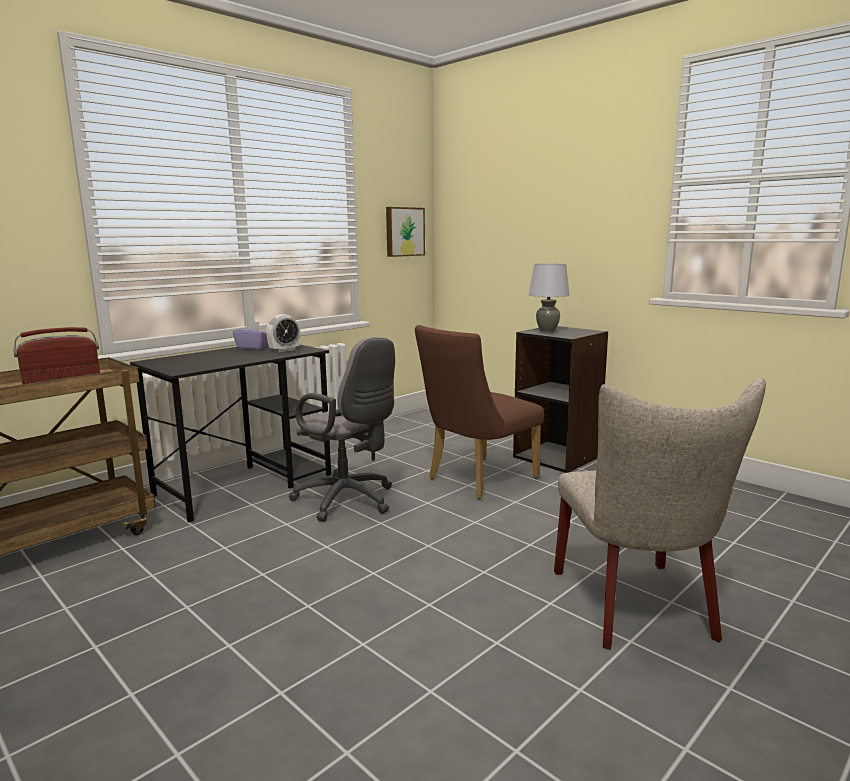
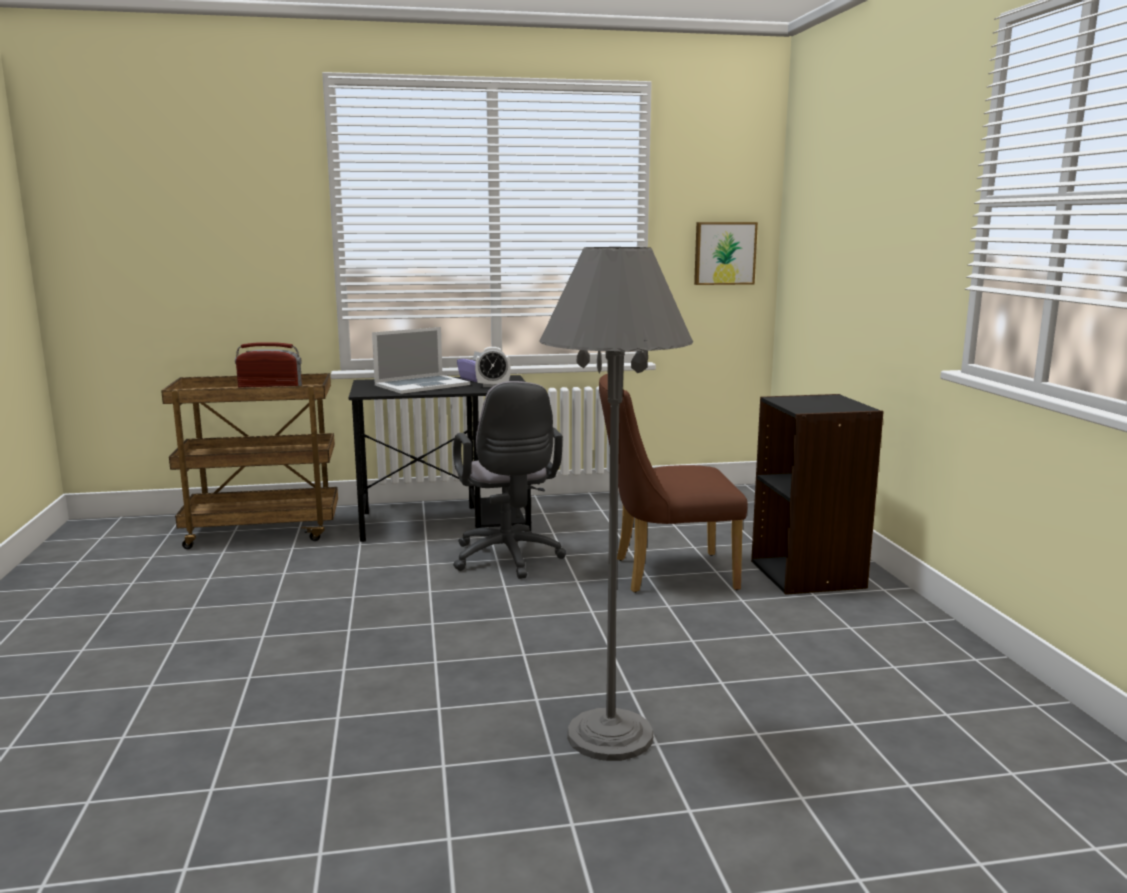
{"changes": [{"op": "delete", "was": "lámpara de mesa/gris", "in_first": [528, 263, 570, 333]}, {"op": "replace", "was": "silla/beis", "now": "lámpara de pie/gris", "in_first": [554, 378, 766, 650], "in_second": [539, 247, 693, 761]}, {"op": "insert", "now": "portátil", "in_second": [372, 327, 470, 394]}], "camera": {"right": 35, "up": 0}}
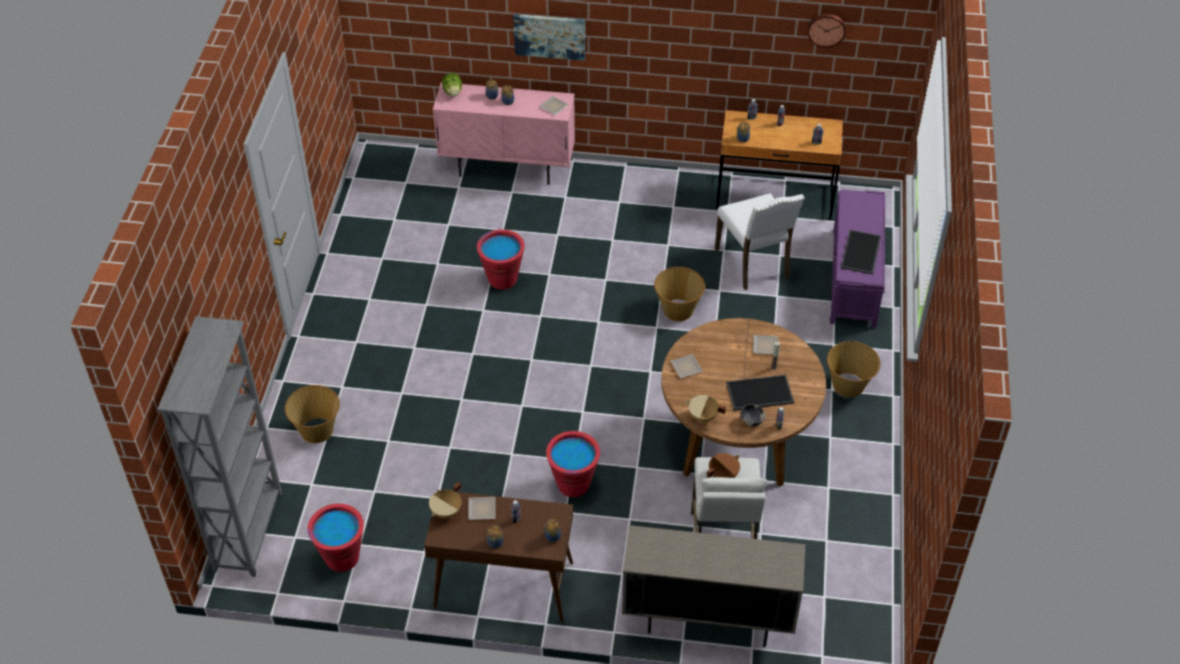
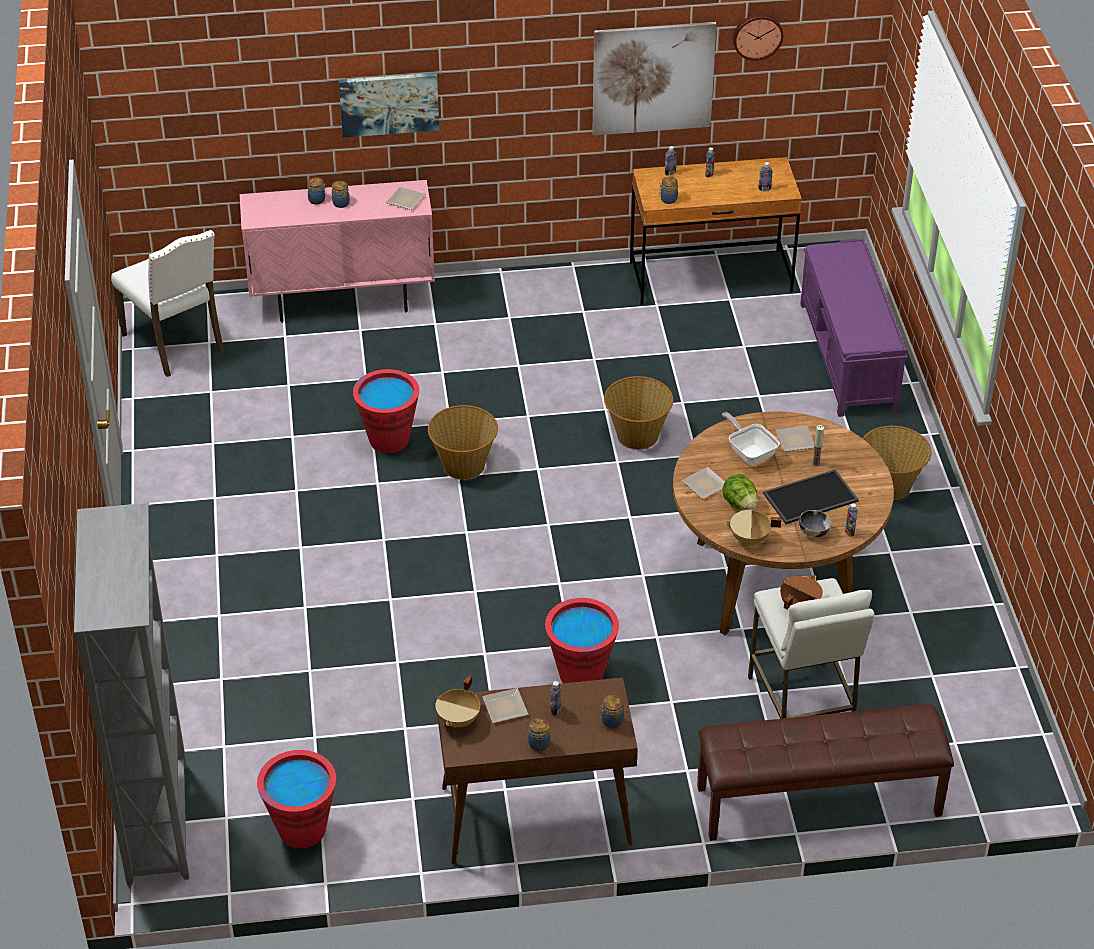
{"changes": [{"op": "move", "was": "cesta", "in_first": [285, 385, 340, 443], "in_second": [428, 405, 498, 480]}, {"op": "move", "was": "lechuga", "in_first": [442, 73, 462, 97], "in_second": [722, 474, 758, 511]}, {"op": "replace", "was": "armario/beis", "now": "banco/marrón", "in_first": [622, 525, 805, 647], "in_second": [697, 704, 954, 841]}, {"op": "move", "was": "silla/blanco", "in_first": [715, 193, 804, 290], "in_second": [111, 230, 225, 377]}, {"op": "delete", "was": "bandeja", "in_first": [841, 230, 881, 274]}, {"op": "insert", "now": "cuadro", "in_second": [592, 22, 717, 136]}, {"op": "insert", "now": "sartén", "in_second": [722, 412, 780, 465]}], "camera": {"right": -15, "up": -5}}
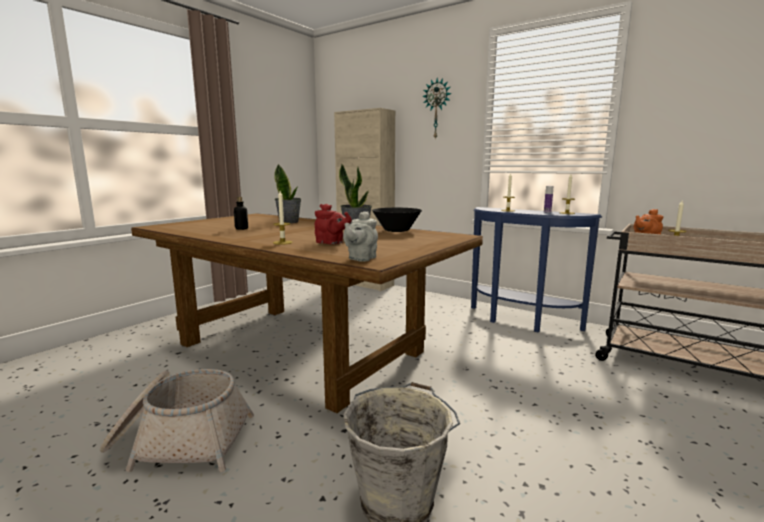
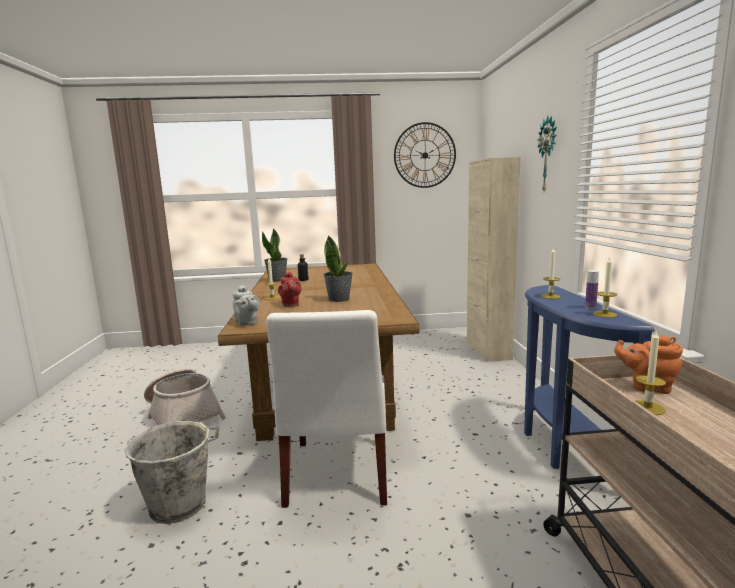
{"changes": [{"op": "move", "was": "planta en maceta", "in_first": [274, 164, 302, 223], "in_second": [262, 229, 287, 282]}, {"op": "rotate", "was": "tetera/gris", "in_first": [343, 211, 378, 262], "in_second": [233, 285, 260, 325], "clockwise": -105}, {"op": "delete", "was": "cuenco/negro", "in_first": [372, 208, 422, 232]}, {"op": "insert", "now": "silla/blanco", "in_second": [266, 310, 387, 508]}, {"op": "insert", "now": "reloj de pared", "in_second": [394, 122, 456, 188]}], "camera": {"right": 50, "up": 0}}
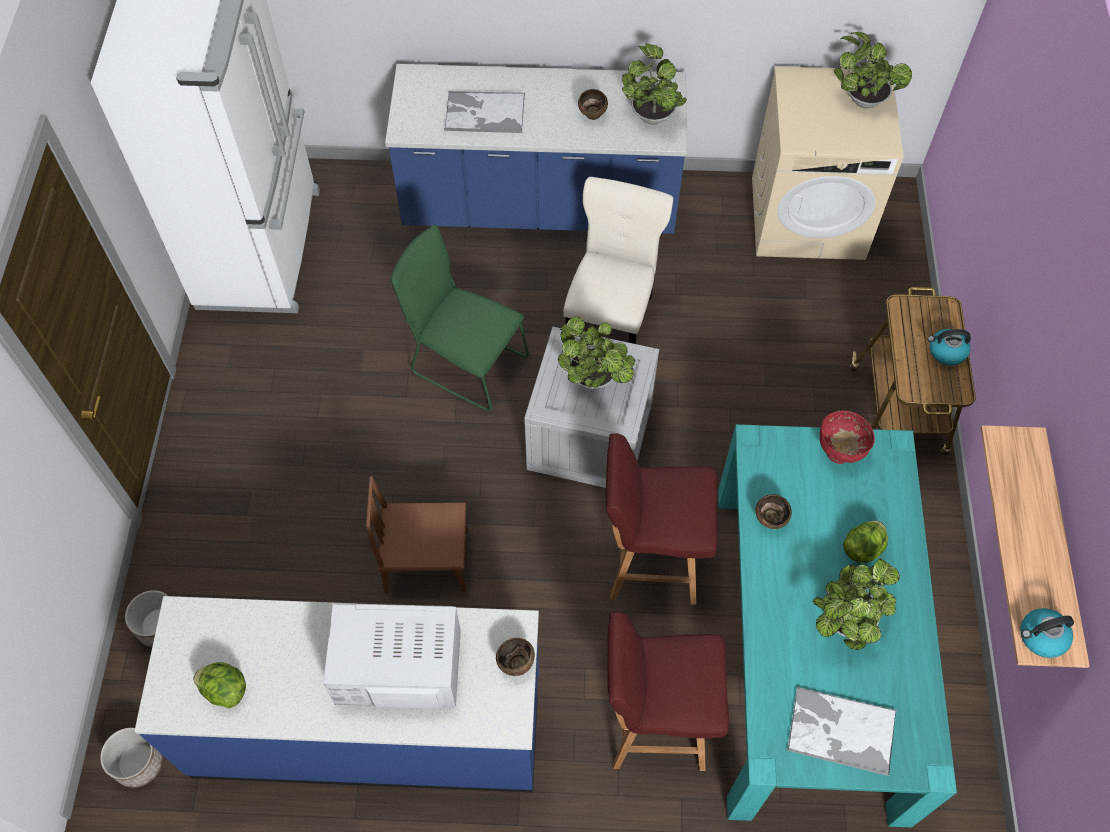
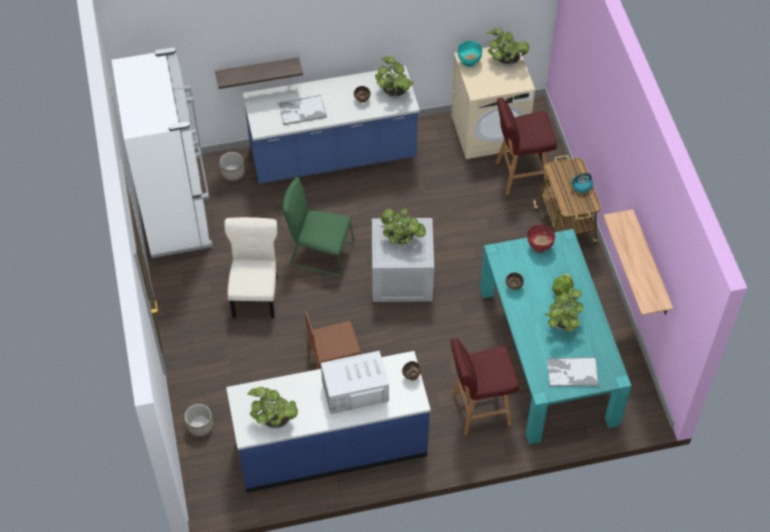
{"changes": [{"op": "move", "was": "maceta", "in_first": [100, 728, 163, 788], "in_second": [220, 152, 245, 181]}, {"op": "replace", "was": "lechuga", "now": "planta en maceta", "in_first": [193, 662, 246, 708], "in_second": [247, 387, 298, 429]}, {"op": "move", "was": "silla/beis", "in_first": [563, 177, 673, 344], "in_second": [224, 217, 277, 319]}, {"op": "move", "was": "taburete/rojo", "in_first": [605, 433, 718, 605], "in_second": [496, 98, 557, 195]}, {"op": "delete", "was": "hervidor", "in_first": [1021, 608, 1074, 658]}, {"op": "insert", "now": "estante", "in_second": [215, 57, 303, 89]}, {"op": "insert", "now": "cuenco/turquesa", "in_second": [458, 41, 483, 67]}], "camera": {"right": -15, "up": -5}}
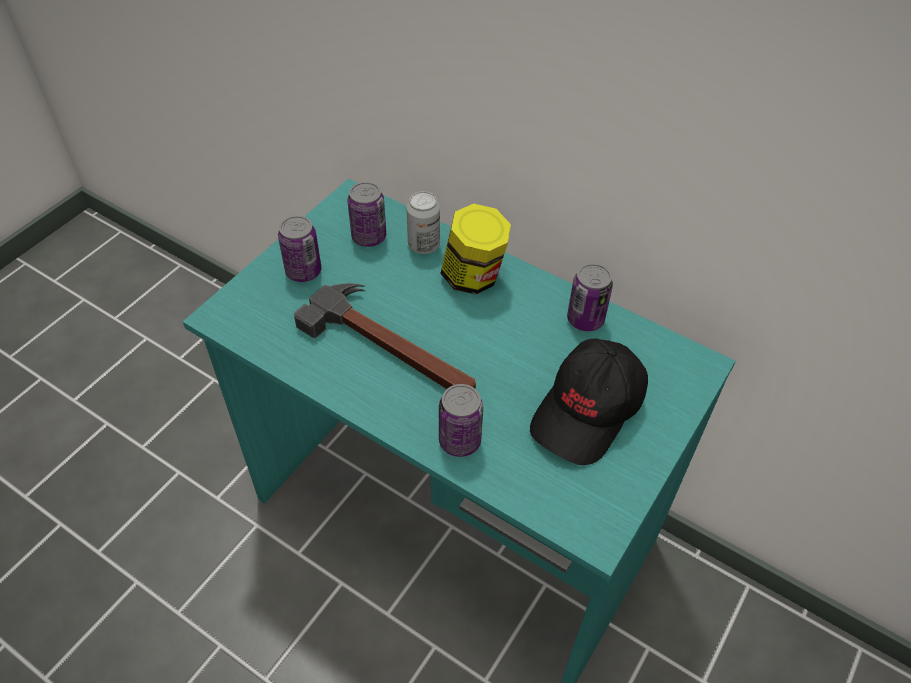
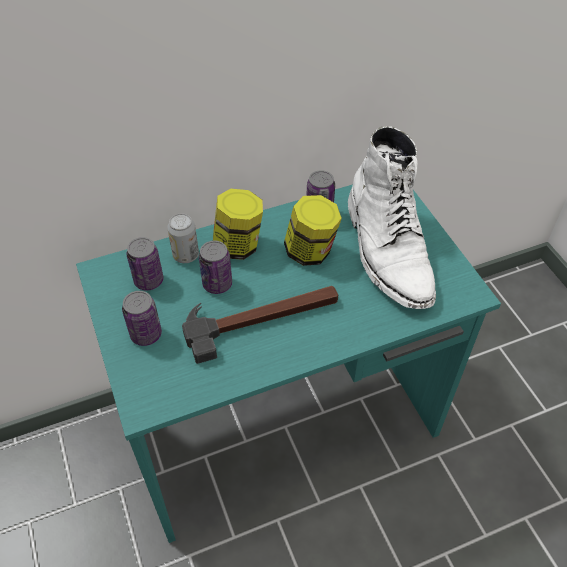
{"changes": [{"op": "move", "was": "lata", "in_first": [439, 384, 483, 457], "in_second": [199, 241, 232, 294]}, {"op": "replace", "was": "gorra/negro", "now": "bota/blanco", "in_first": [530, 339, 648, 465], "in_second": [348, 126, 436, 309]}, {"op": "insert", "now": "tarro", "in_second": [284, 195, 342, 266]}], "camera": {"right": -55, "up": 0}}
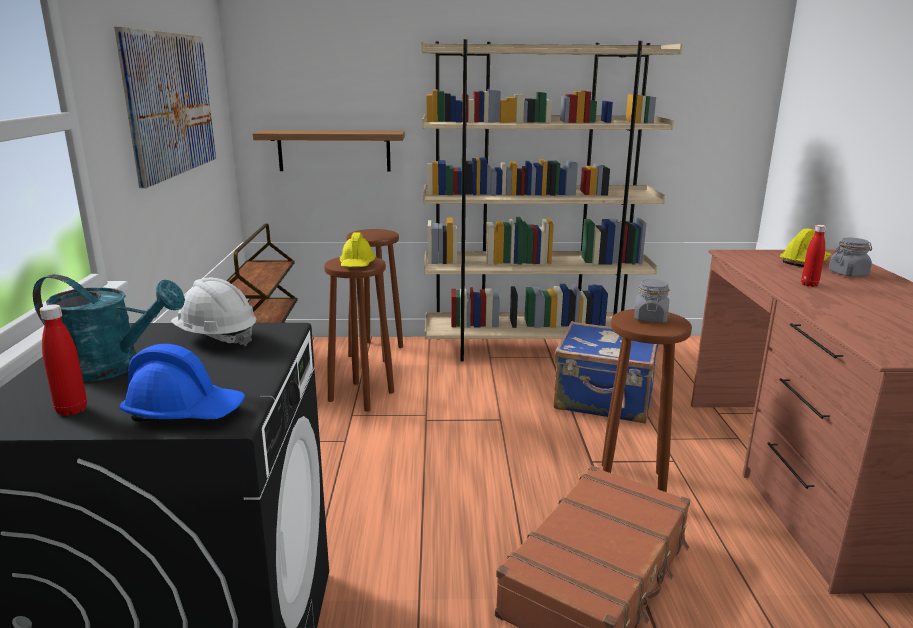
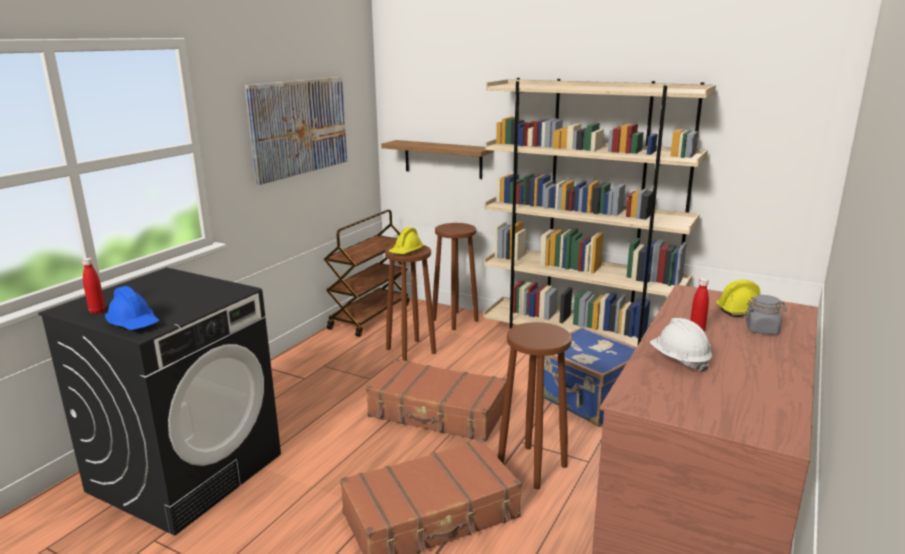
{"changes": [{"op": "delete", "was": "regadera/turquesa", "in_first": [33, 274, 185, 382]}, {"op": "move", "was": "casco/blanco", "in_first": [171, 278, 256, 346], "in_second": [650, 318, 712, 372]}, {"op": "delete", "was": "tarro/gris", "in_first": [634, 279, 670, 323]}, {"op": "insert", "now": "maleta/marrón", "in_second": [366, 359, 507, 442]}], "camera": {"right": 30, "up": 0}}
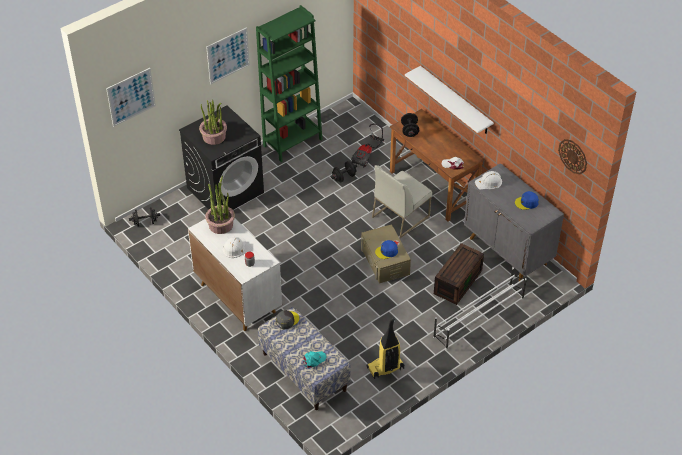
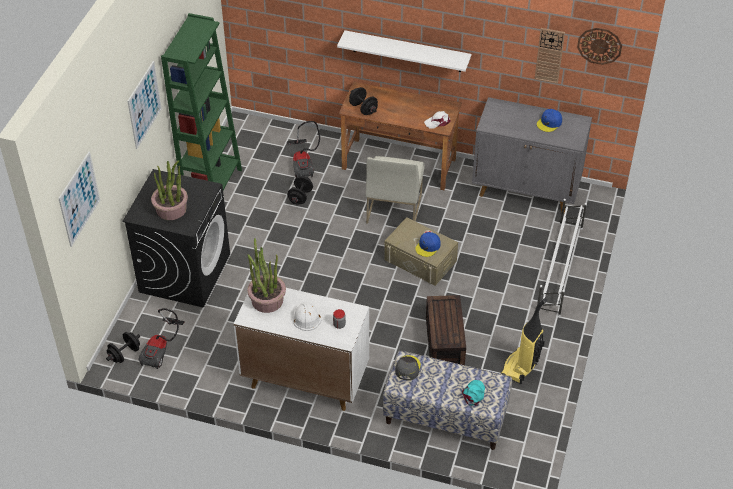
{"changes": [{"op": "move", "was": "caja de almacenaje/marrón", "in_first": [434, 243, 484, 305], "in_second": [426, 295, 466, 365]}, {"op": "delete", "was": "casco/blanco", "in_first": [475, 171, 502, 190]}, {"op": "insert", "now": "aspiradora", "in_second": [138, 308, 184, 369]}, {"op": "insert", "now": "reloj de pared", "in_second": [535, 28, 565, 84]}], "camera": {"right": -35, "up": 0}}
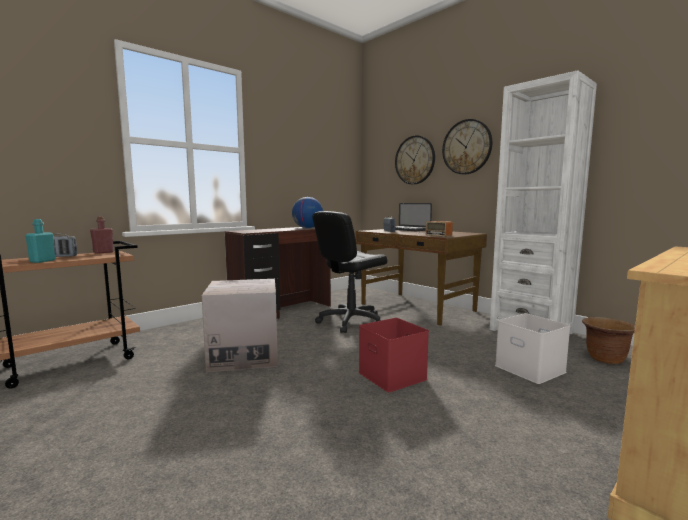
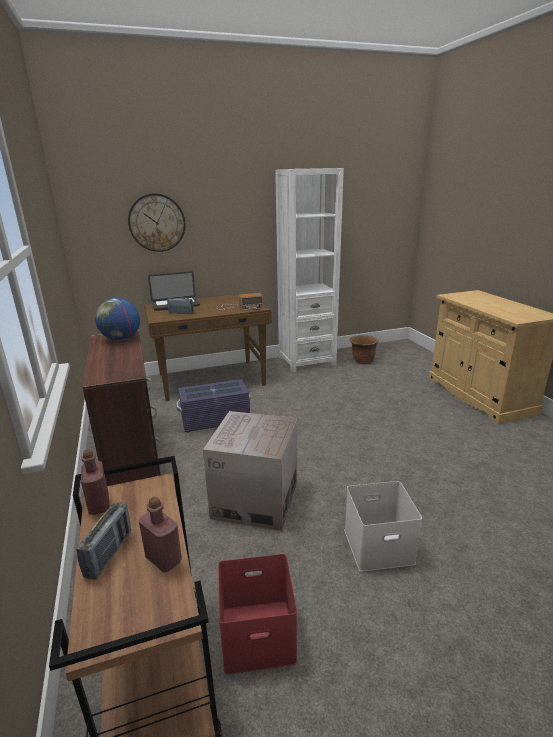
{"changes": [{"op": "recolor", "was": "botella/turquesa", "now": "botella/rojo", "in_first": [25, 219, 55, 263], "in_second": [139, 497, 182, 572]}, {"op": "replace", "was": "silla de oficina/negro", "now": "caja de almacenaje/morado", "in_first": [312, 211, 387, 333], "in_second": [176, 379, 251, 432]}, {"op": "move", "was": "caja de almacenaje/rojo", "in_first": [359, 318, 429, 392], "in_second": [218, 554, 297, 675]}, {"op": "delete", "was": "reloj de pared", "in_first": [442, 119, 492, 174]}, {"op": "move", "was": "caja de almacenaje/blanco", "in_first": [495, 313, 571, 384], "in_second": [344, 481, 422, 572]}], "camera": {"right": -65, "up": 15}}
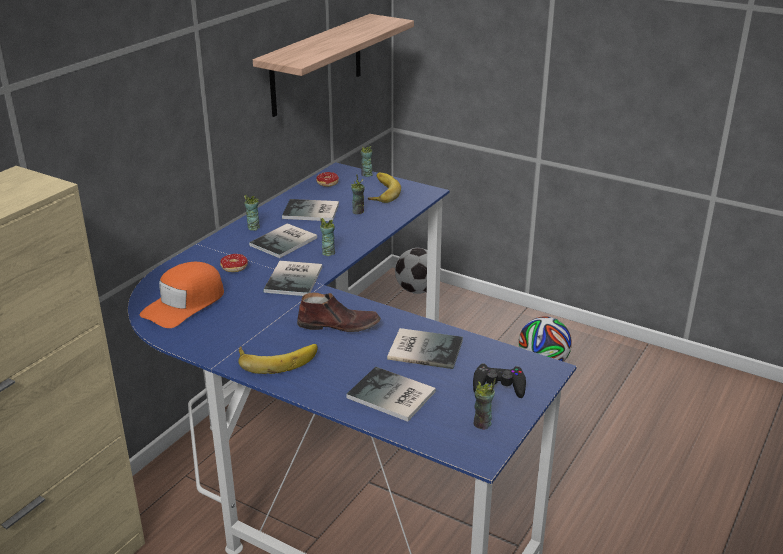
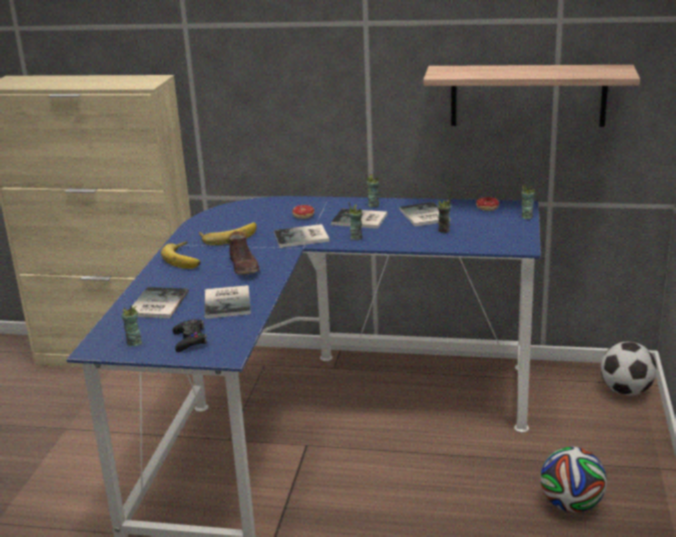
{"changes": [{"op": "delete", "was": "gorra/naranja", "in_first": [140, 262, 224, 328]}, {"op": "move", "was": "plátano", "in_first": [368, 173, 401, 203], "in_second": [199, 222, 257, 245]}], "camera": {"right": 70, "up": -5}}
